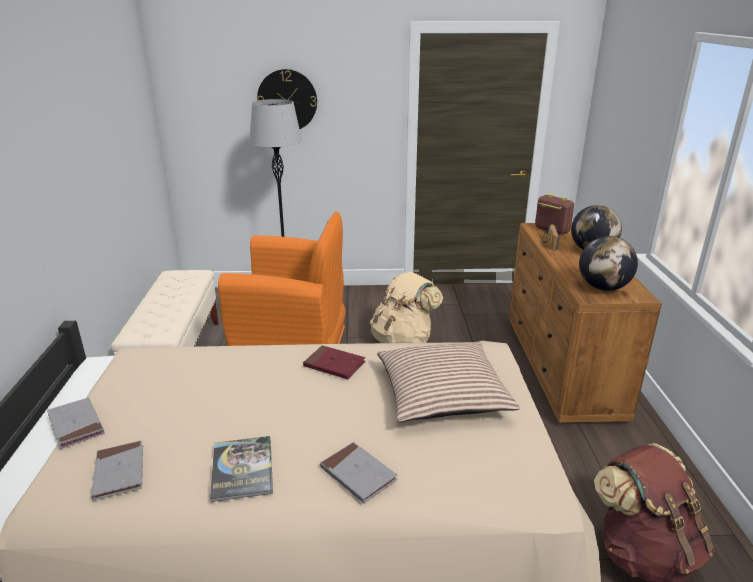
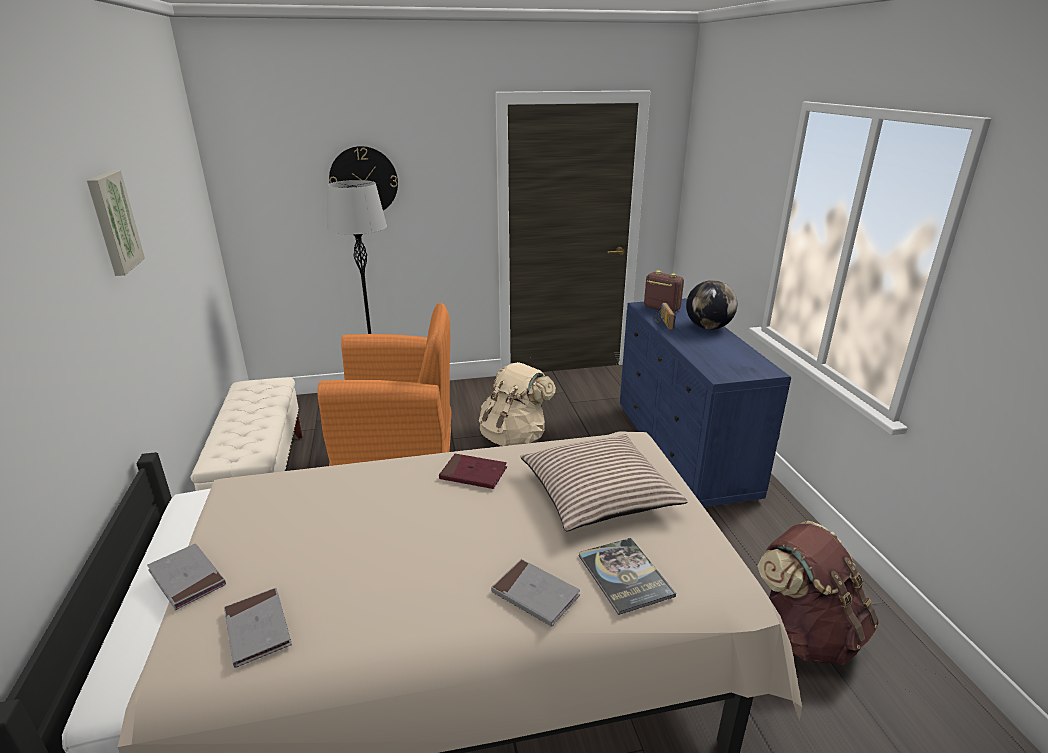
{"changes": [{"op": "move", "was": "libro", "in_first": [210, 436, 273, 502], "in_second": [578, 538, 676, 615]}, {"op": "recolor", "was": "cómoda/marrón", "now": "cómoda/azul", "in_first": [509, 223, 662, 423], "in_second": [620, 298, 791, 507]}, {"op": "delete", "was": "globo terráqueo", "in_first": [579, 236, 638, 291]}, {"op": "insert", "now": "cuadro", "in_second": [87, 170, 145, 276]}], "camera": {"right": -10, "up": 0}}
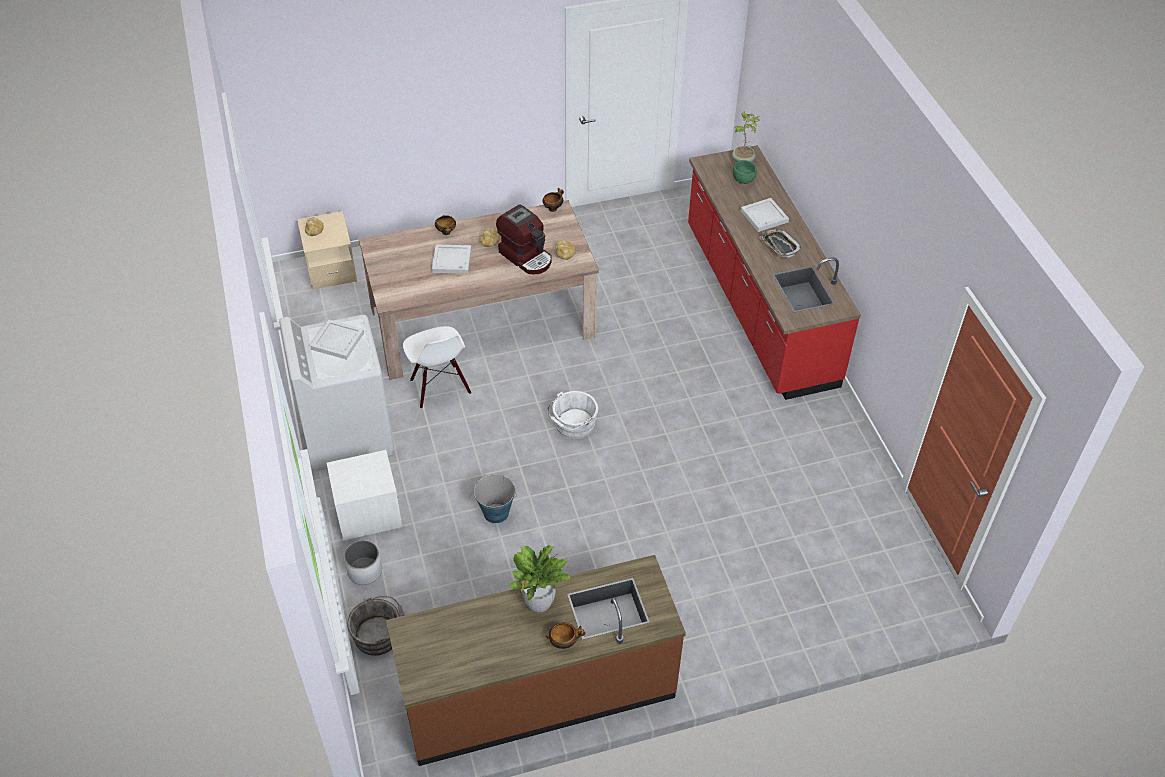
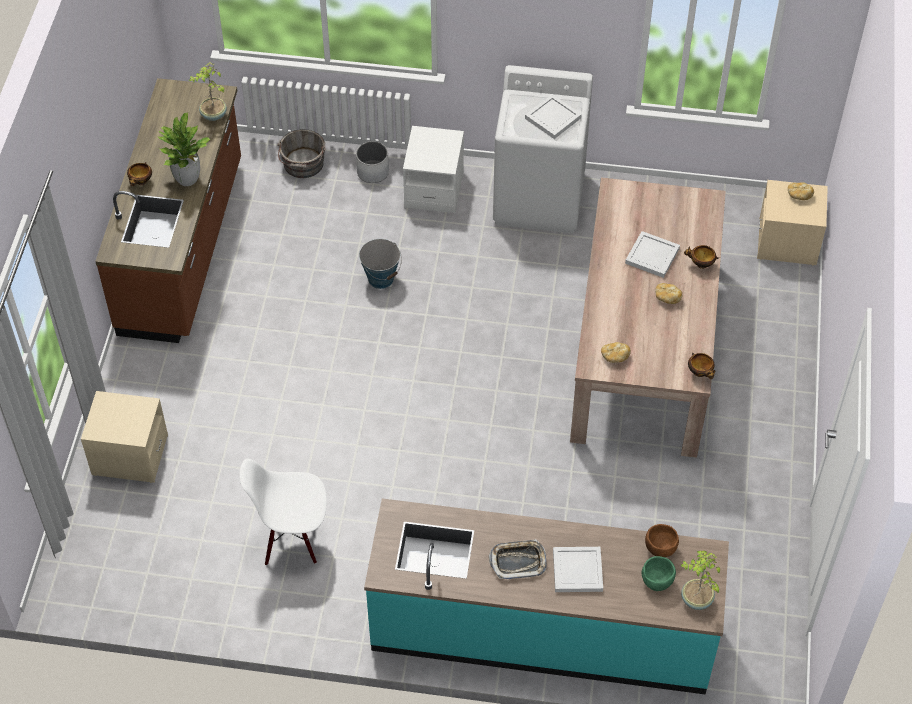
{"changes": [{"op": "move", "was": "silla/blanco", "in_first": [403, 326, 471, 409], "in_second": [240, 458, 327, 565]}, {"op": "delete", "was": "cafetera", "in_first": [496, 204, 552, 275]}, {"op": "delete", "was": "cubo/blanco", "in_first": [547, 391, 598, 439]}, {"op": "recolor", "was": "mueble bajo de cocina/rojo", "now": "mueble bajo de cocina/turquesa", "in_first": [688, 145, 861, 400], "in_second": [364, 498, 729, 694]}, {"op": "insert", "now": "mesita de noche/beis", "in_second": [81, 391, 168, 483]}, {"op": "insert", "now": "planta en maceta", "in_second": [189, 62, 227, 121]}, {"op": "insert", "now": "cuenco/marrón", "in_second": [645, 524, 679, 557]}], "camera": {"right": 115, "up": 5}}
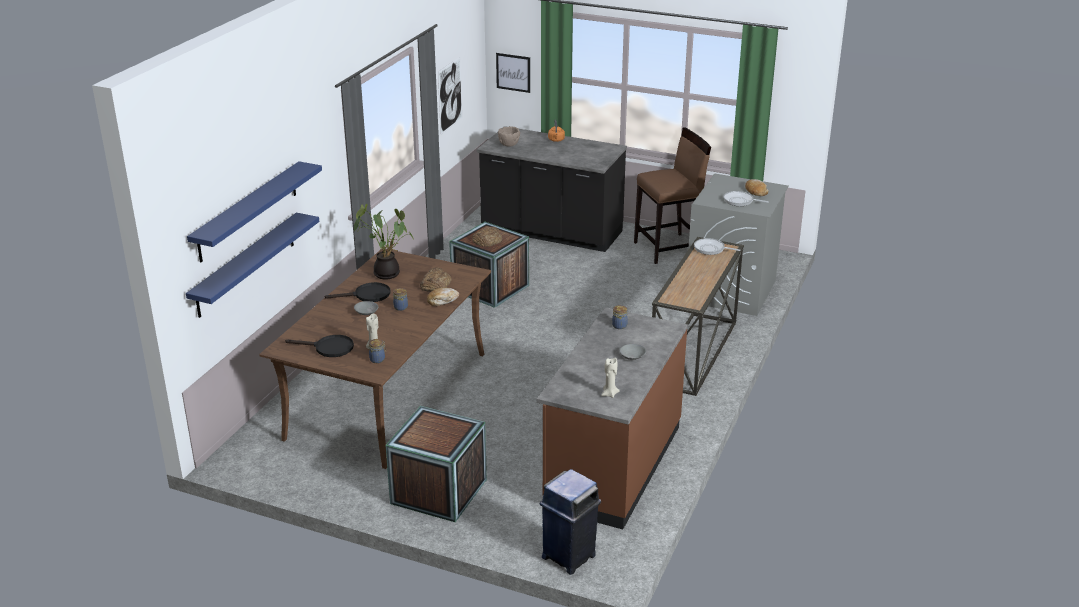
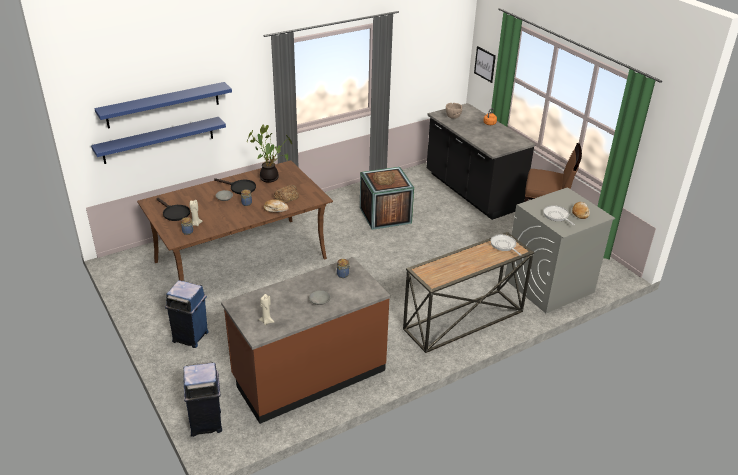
{"changes": [{"op": "replace", "was": "caja de embalaje", "now": "papelera/azul", "in_first": [386, 406, 487, 522], "in_second": [165, 280, 209, 348]}, {"op": "delete", "was": "cuadro", "in_first": [438, 57, 462, 134]}], "camera": {"right": 35, "up": 5}}
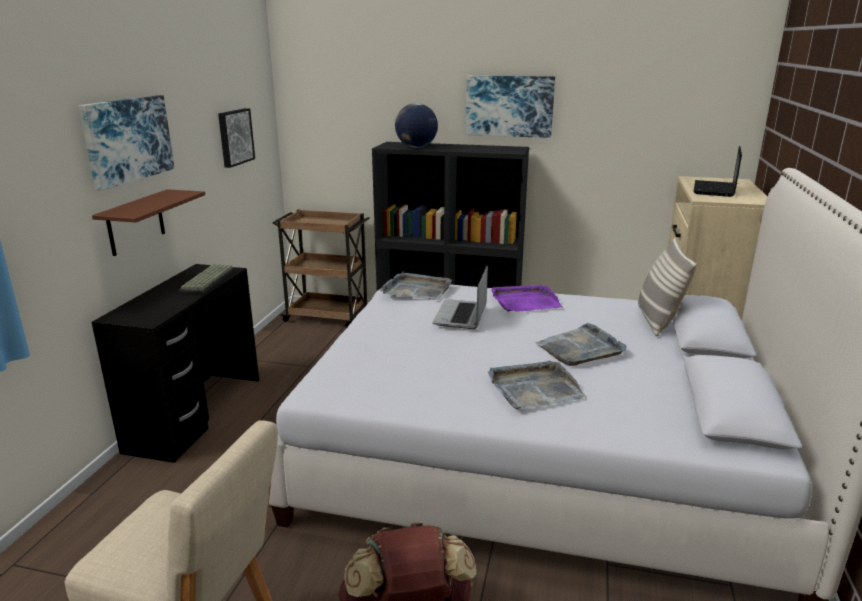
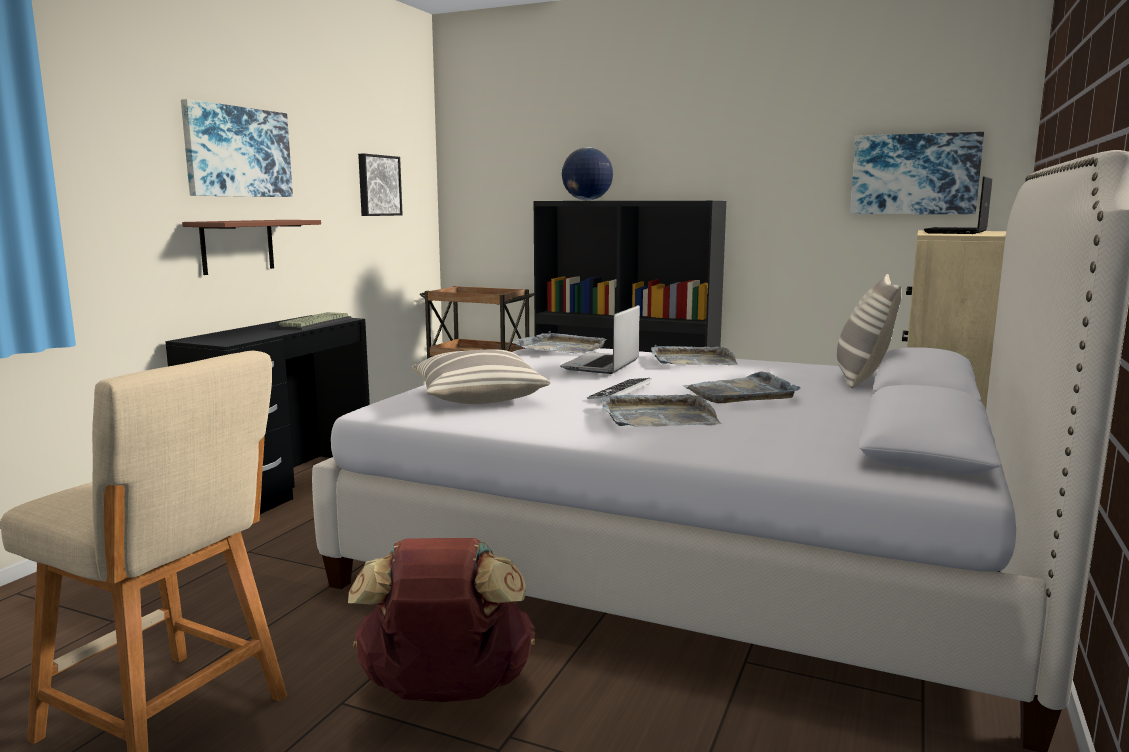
{"changes": [{"op": "move", "was": "cuadro", "in_first": [466, 75, 555, 138], "in_second": [850, 132, 984, 214]}, {"op": "recolor", "was": "bandeja/morado", "now": "bandeja/gris", "in_first": [491, 285, 563, 312], "in_second": [651, 345, 738, 365]}, {"op": "insert", "now": "cojín", "in_second": [412, 349, 550, 404]}, {"op": "insert", "now": "teclado", "in_second": [587, 378, 652, 399]}], "camera": {"right": 10, "up": -10}}
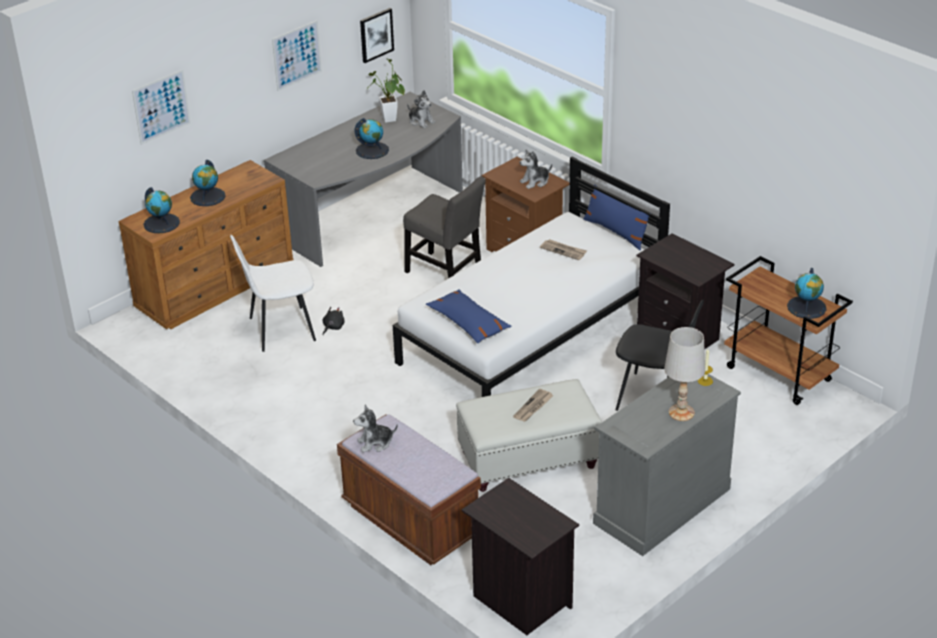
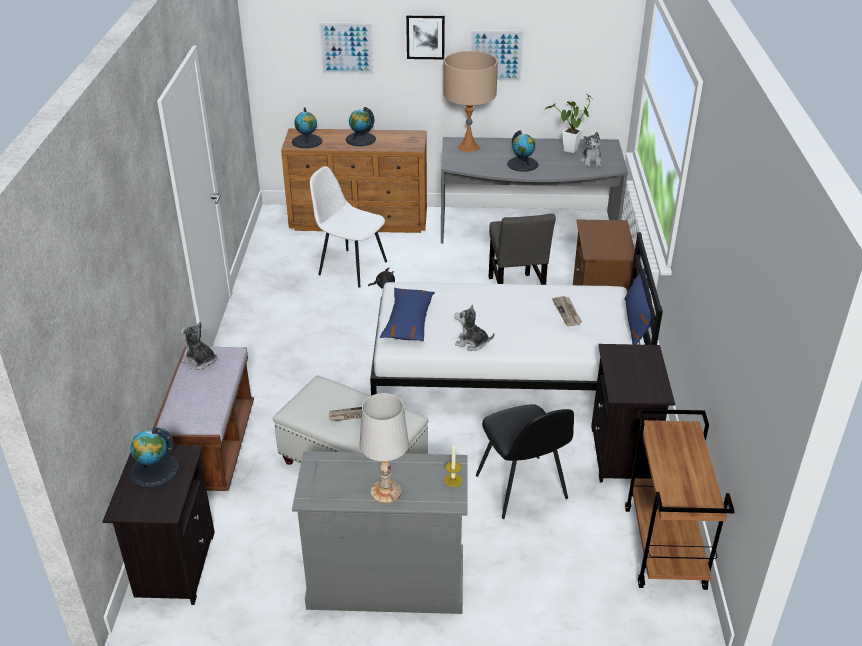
{"changes": [{"op": "move", "was": "cuadro", "in_first": [360, 8, 394, 63], "in_second": [406, 14, 445, 59]}, {"op": "move", "was": "peluche", "in_first": [520, 149, 552, 189], "in_second": [455, 304, 495, 351]}, {"op": "move", "was": "globo terráqueo", "in_first": [787, 268, 826, 319], "in_second": [129, 427, 179, 488]}, {"op": "insert", "now": "lámpara de mesa/beis", "in_second": [443, 51, 498, 152]}], "camera": {"right": 45, "up": 0}}
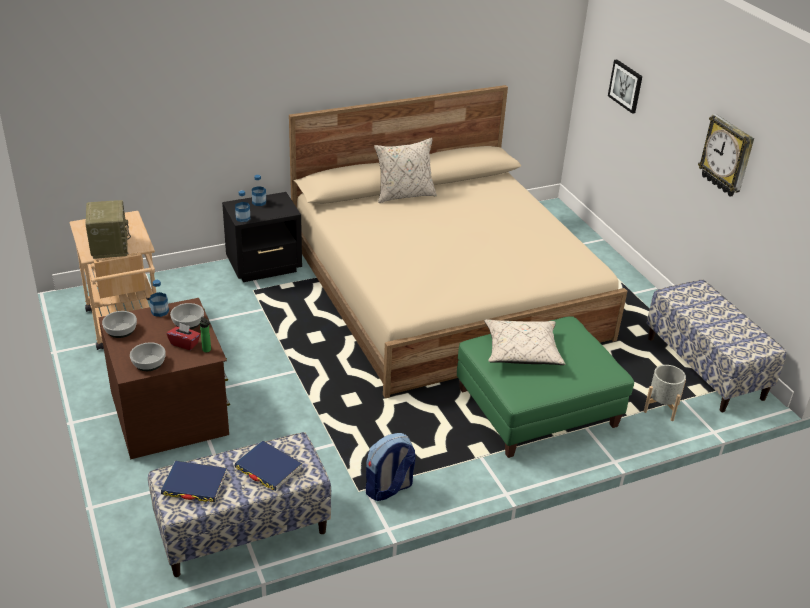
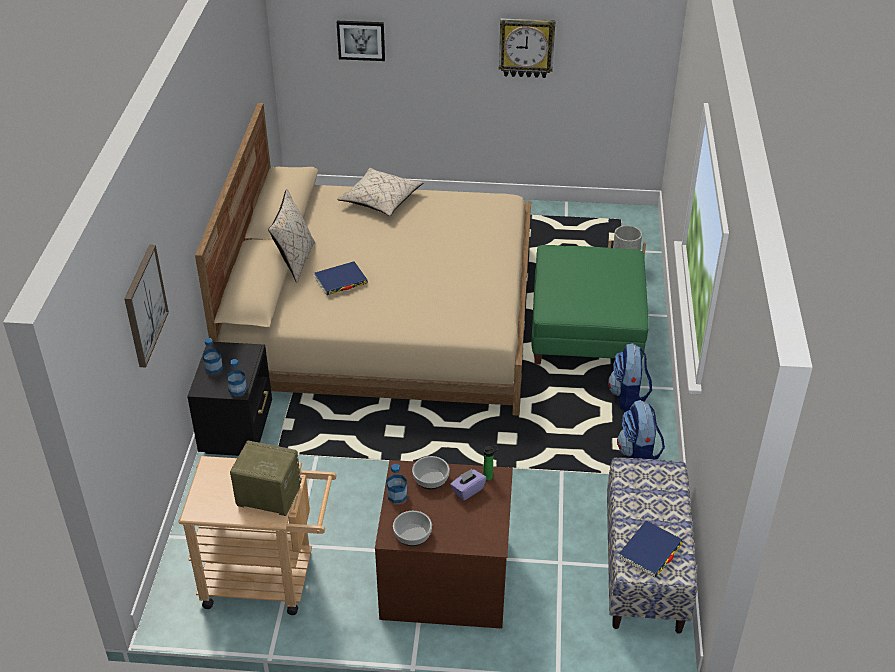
{"changes": [{"op": "delete", "was": "cuenco", "in_first": [130, 343, 166, 371]}, {"op": "recolor", "was": "caja de pañuelos/rojo", "now": "caja de pañuelos/morado", "in_first": [167, 323, 200, 350], "in_second": [450, 469, 487, 501]}, {"op": "move", "was": "libro/azul", "in_first": [234, 440, 302, 491], "in_second": [314, 261, 368, 295]}, {"op": "move", "was": "cojín/beis", "in_first": [484, 319, 565, 365], "in_second": [337, 168, 423, 216]}, {"op": "delete", "was": "banco", "in_first": [646, 279, 787, 412]}, {"op": "insert", "now": "cuadro", "in_second": [124, 245, 169, 367]}, {"op": "insert", "now": "mochila", "in_second": [608, 343, 652, 411]}], "camera": {"right": -60, "up": 5}}
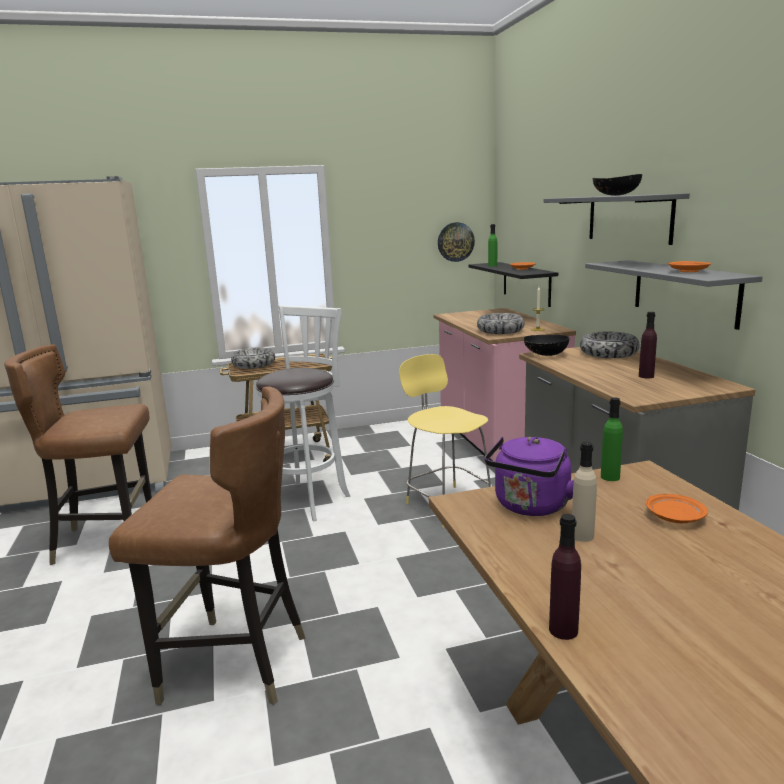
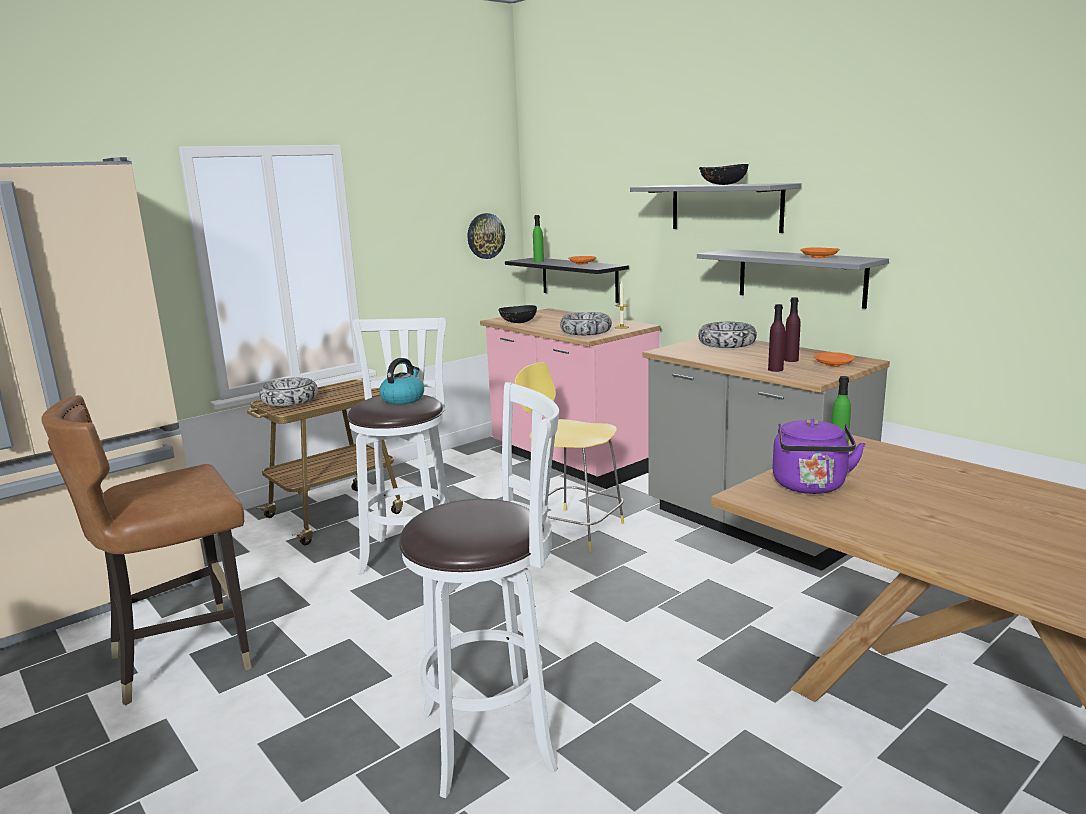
{"changes": [{"op": "replace", "was": "silla/marrón", "now": "taburete/blanco", "in_first": [109, 386, 305, 705], "in_second": [399, 382, 559, 798]}, {"op": "move", "was": "cuenco/negro", "in_first": [524, 335, 569, 356], "in_second": [498, 305, 537, 323]}, {"op": "move", "was": "botella/morado", "in_first": [549, 514, 581, 640], "in_second": [768, 304, 785, 372]}, {"op": "delete", "was": "botella/beis", "in_first": [572, 442, 597, 542]}, {"op": "move", "was": "plato/naranja", "in_first": [646, 494, 708, 523], "in_second": [814, 352, 855, 367]}, {"op": "insert", "now": "hervidor", "in_second": [379, 358, 424, 404]}], "camera": {"right": -25, "up": 0}}
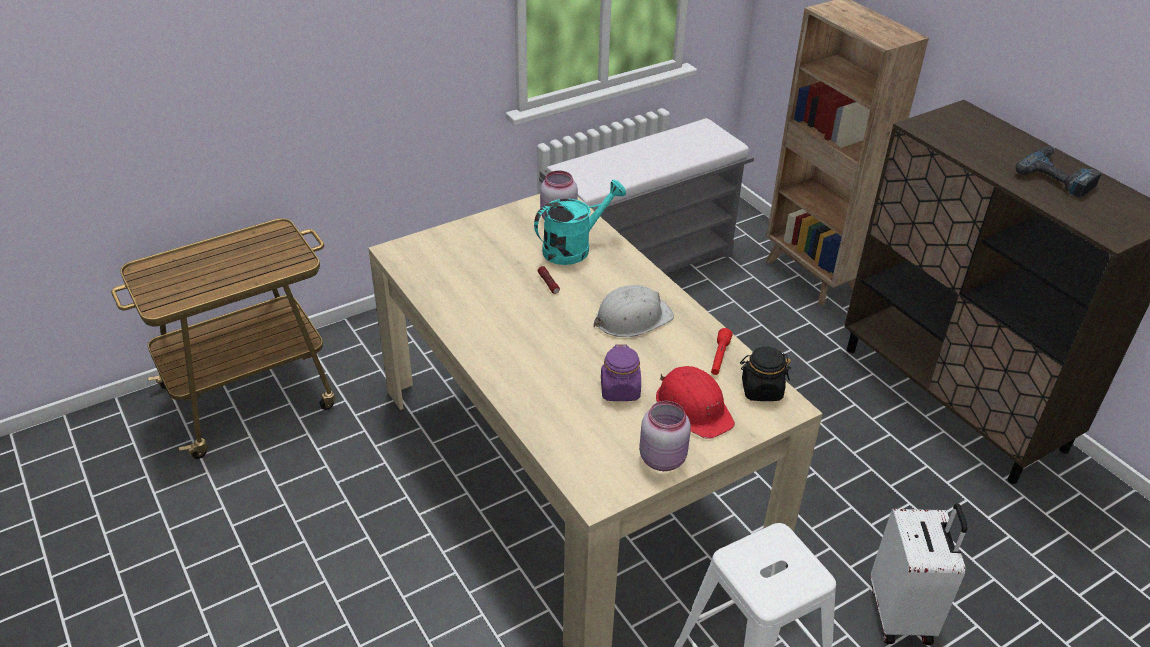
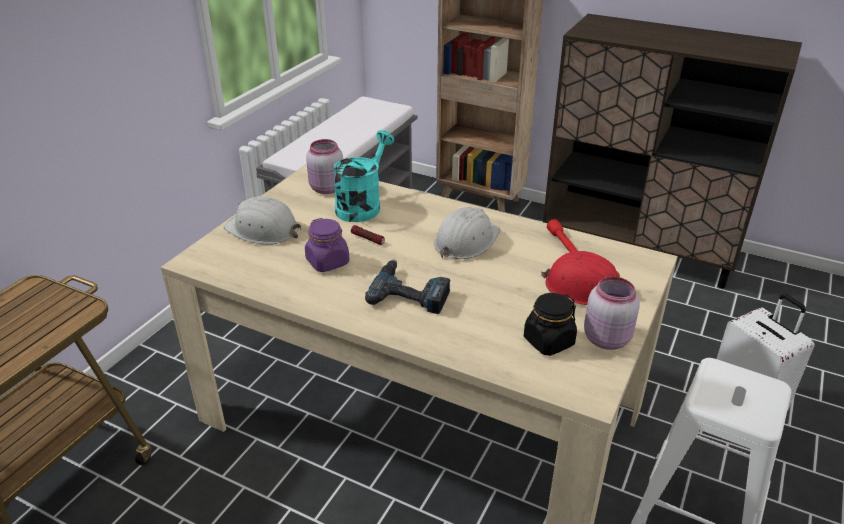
{"changes": [{"op": "move", "was": "tarro/morado", "in_first": [601, 344, 641, 401], "in_second": [305, 218, 349, 272]}, {"op": "move", "was": "tarro/negro", "in_first": [740, 347, 791, 401], "in_second": [524, 293, 577, 356]}, {"op": "move", "was": "taladro", "in_first": [1015, 146, 1102, 198], "in_second": [365, 259, 450, 314]}, {"op": "insert", "now": "casco/blanco", "in_second": [224, 196, 301, 245]}], "camera": {"right": -30, "up": -5}}
